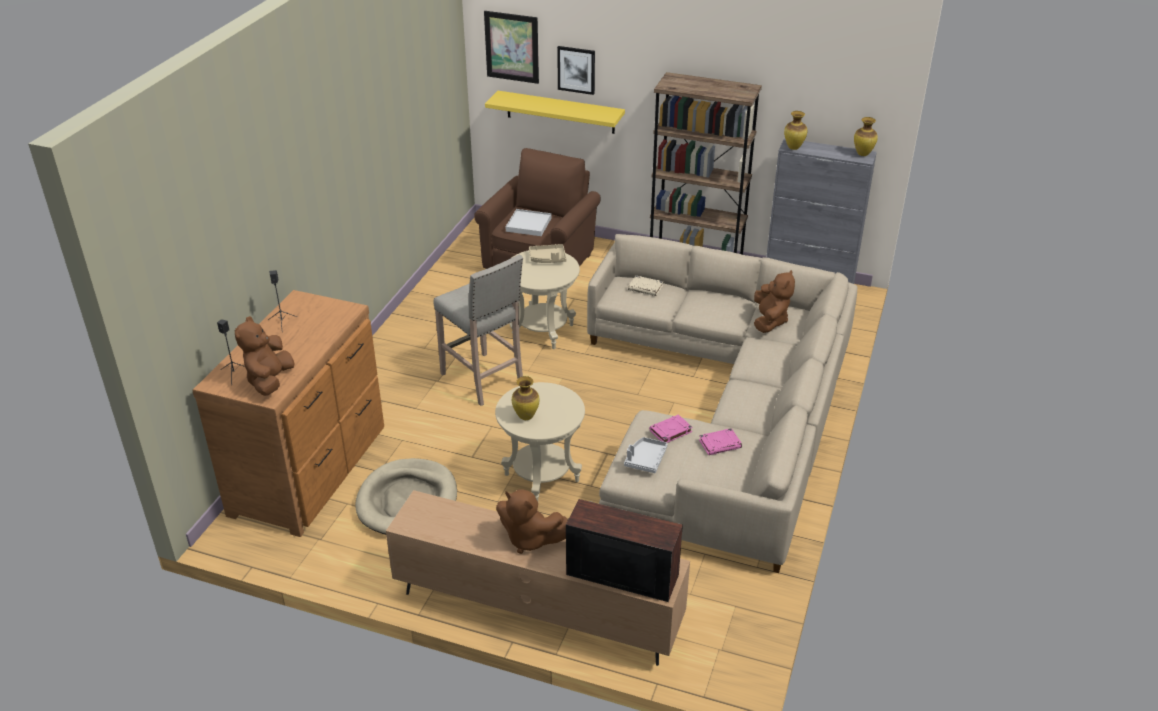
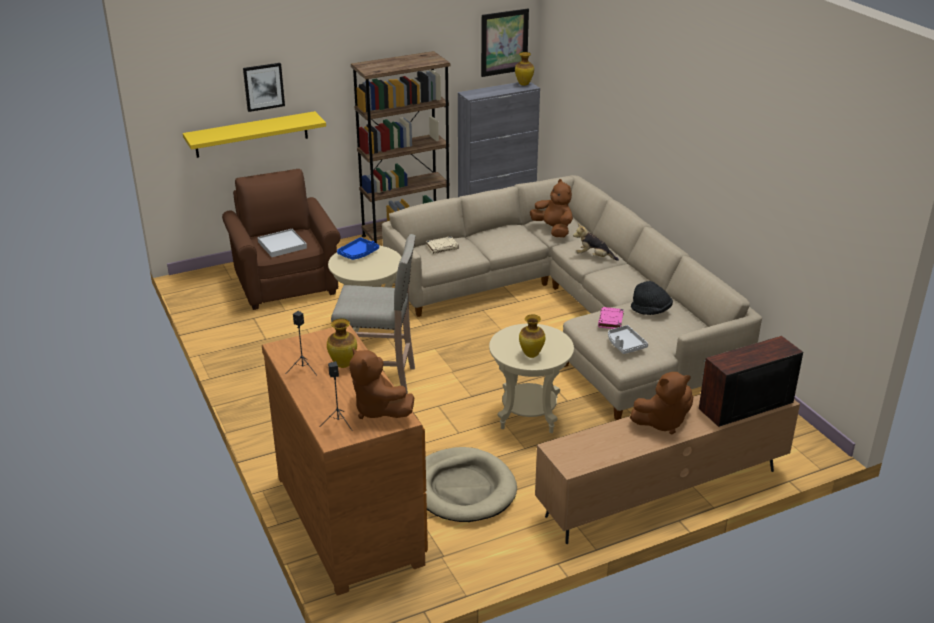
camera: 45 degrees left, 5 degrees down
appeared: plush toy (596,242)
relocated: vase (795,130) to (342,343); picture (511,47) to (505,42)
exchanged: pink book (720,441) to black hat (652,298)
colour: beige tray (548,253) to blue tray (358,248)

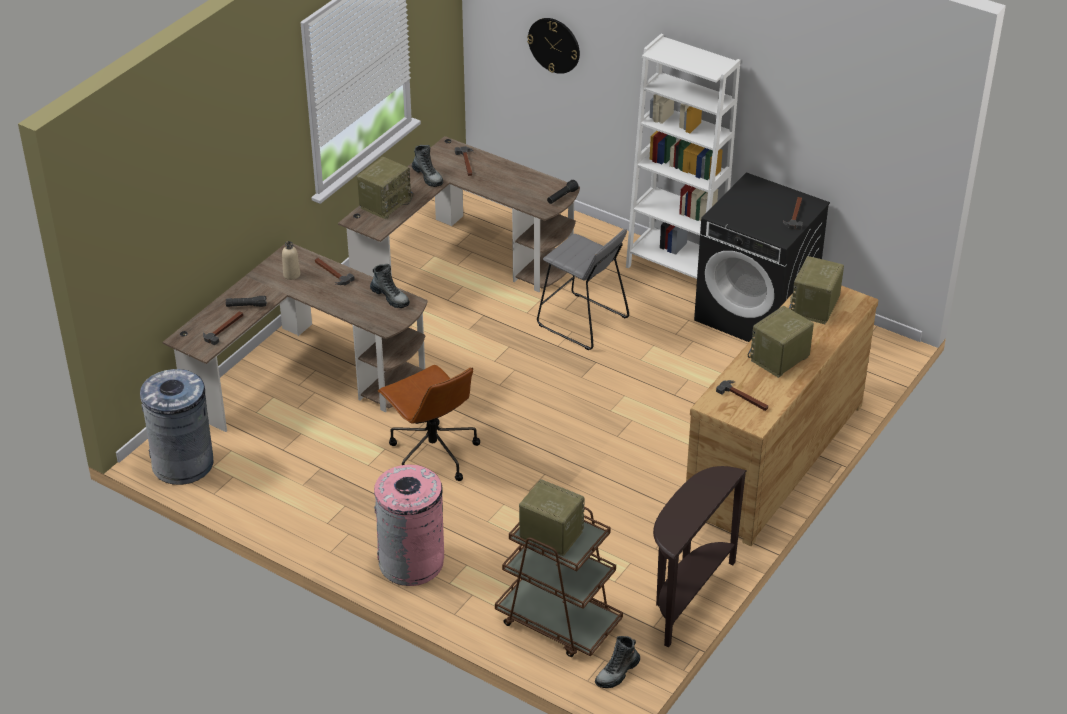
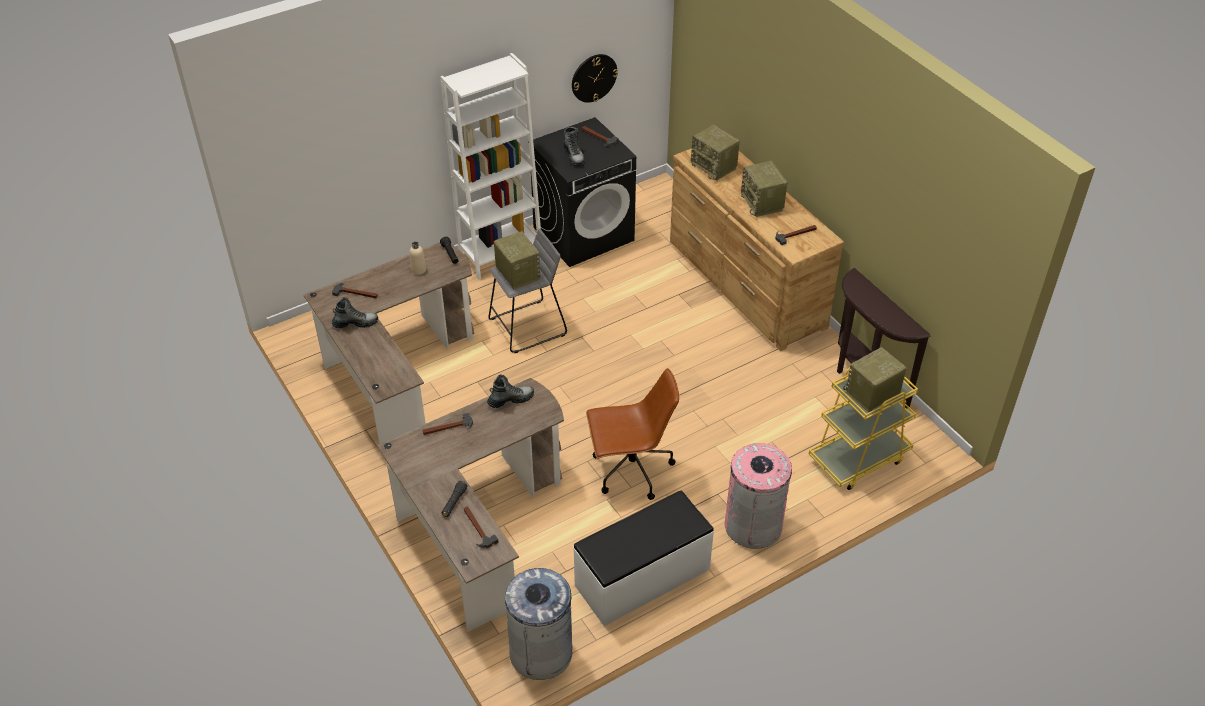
camera: 65 degrees left, 5 degrees up
appeared: white bench (643,558)
relocated: beige bottle (291,260) to (417,258); radio (385,188) to (517,260); boot (617,662) to (574,146); wall clock (553,46) to (595,78)
colour: brown cart (559,582) to yellow cart (863,428)

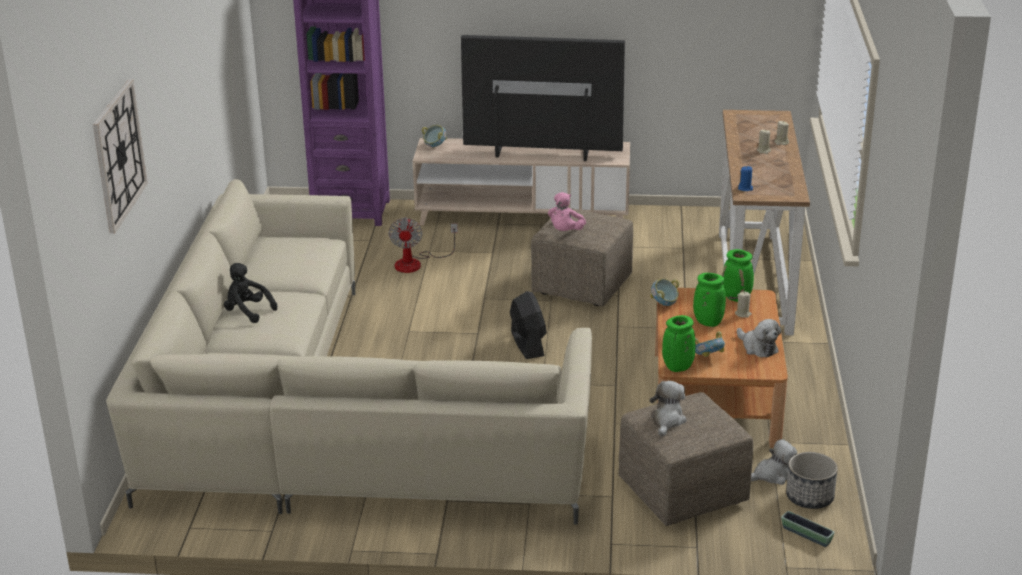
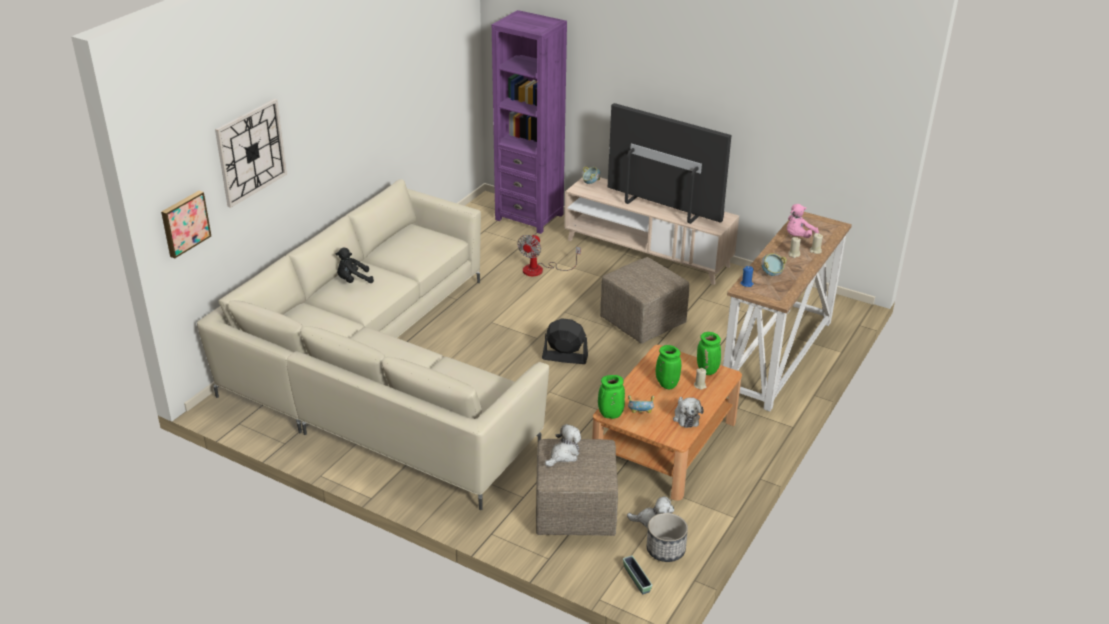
camera: 25 degrees right, 5 degrees up
appeared: picture (186,224)
relocated: bowl (665,292) to (774,264); pink plush toy (567,211) to (803,221)
spun: black plush toy (250,293) = (354,265) 75 degrees counterclockwise; black fan (528,325) = (565,341) 90 degrees counterclockwise

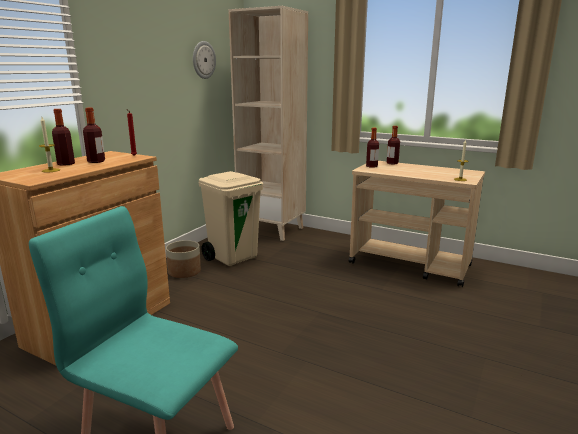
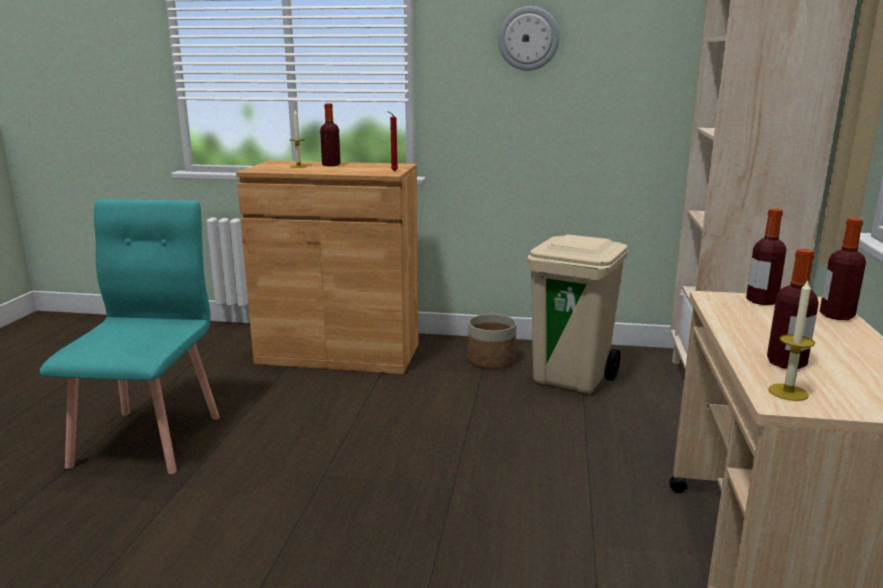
camera: 70 degrees right, 0 degrees up
relocated: wall clock (204,60) to (528,38); bottle (94,135) to (793,309)

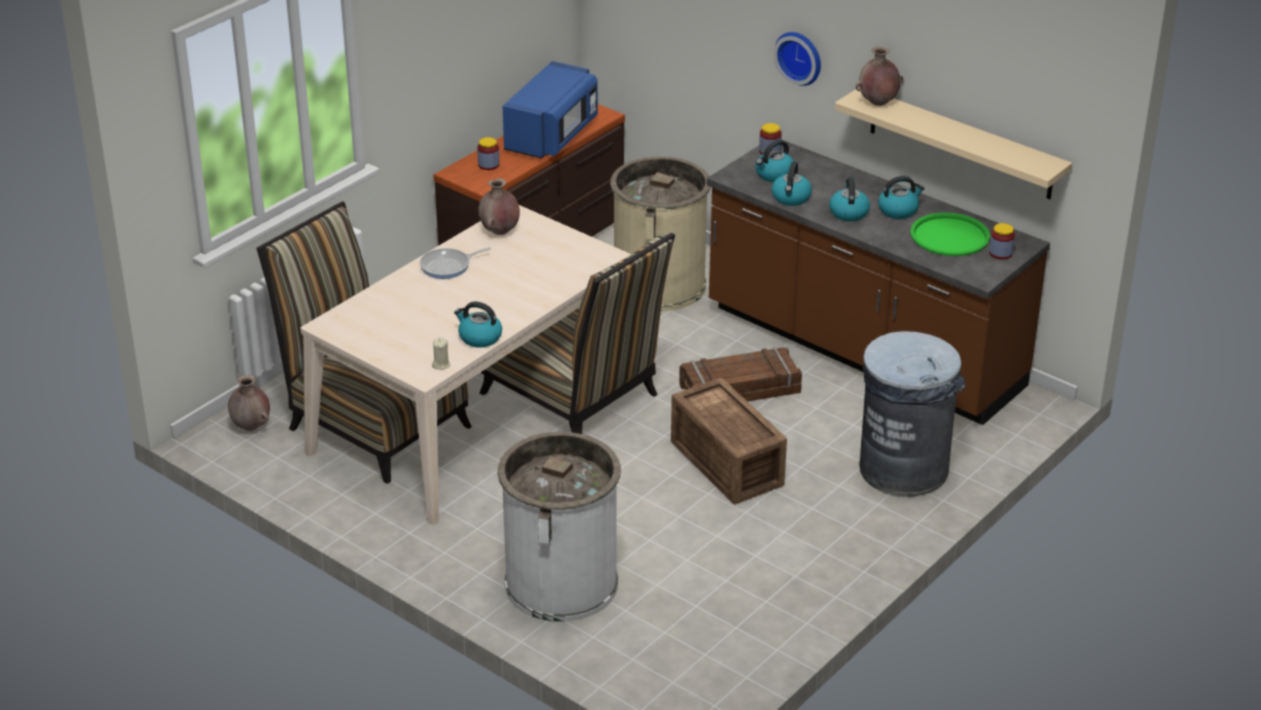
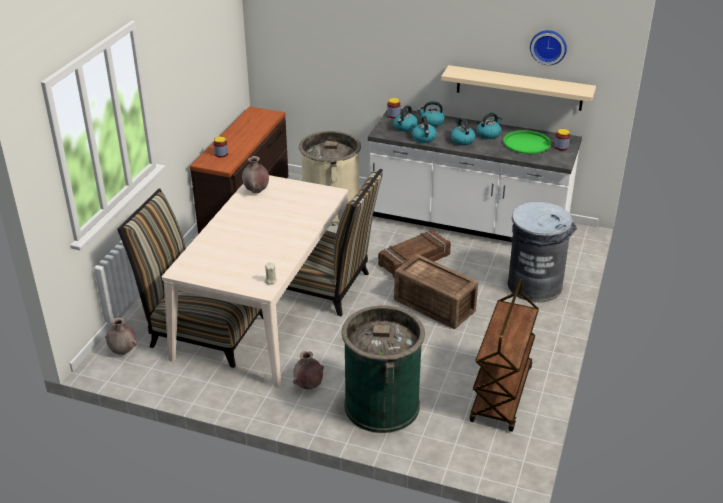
camera: 20 degrees left, 0 degrees up
missing: frying pan (455,263); blue microwave (550,110)
appeared: brown cart (504,355)
relocated: brown vase (880,76) to (308,370); kettle (478,324) to (431,114); wall clock (797,59) to (548,47)
colour: white trash can (559,527) to green trash can (383,369); brown counter (878,282) to white counter (475,175)

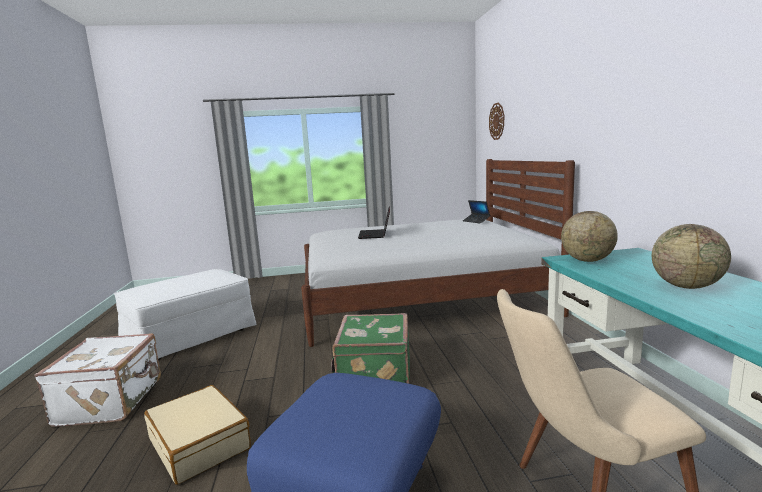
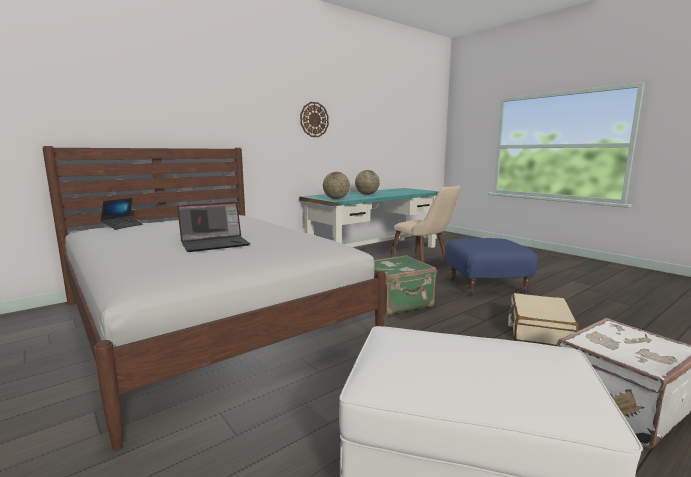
camera: 120 degrees left, 0 degrees up
relocated: wall clock (496,121) to (314,119)

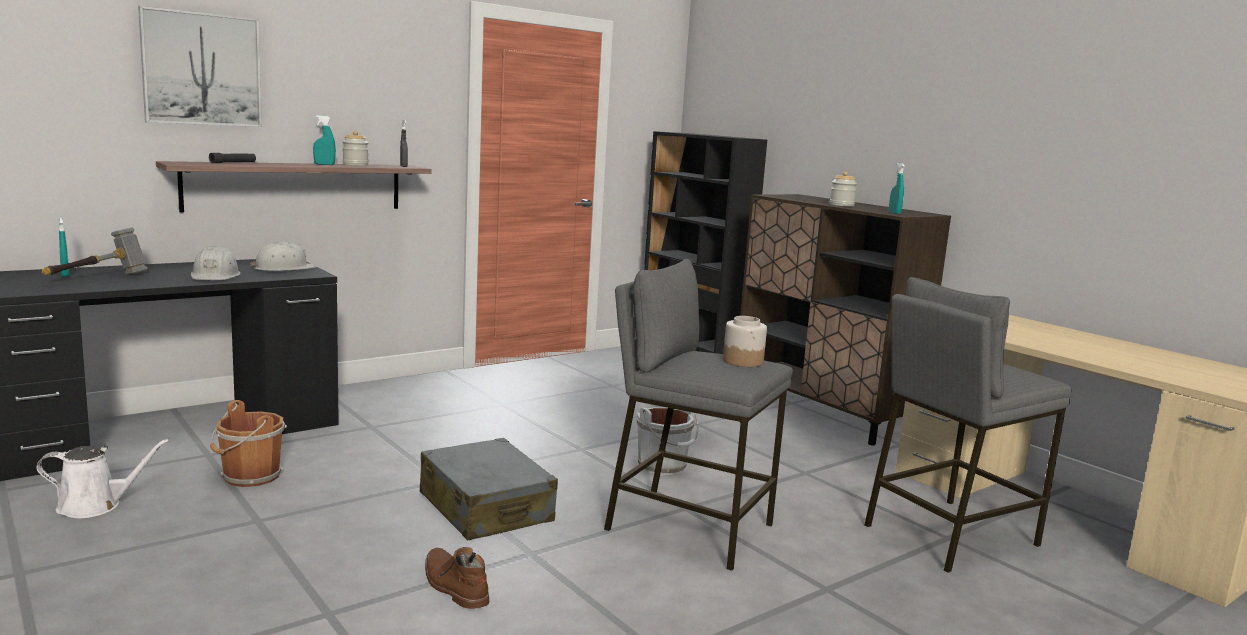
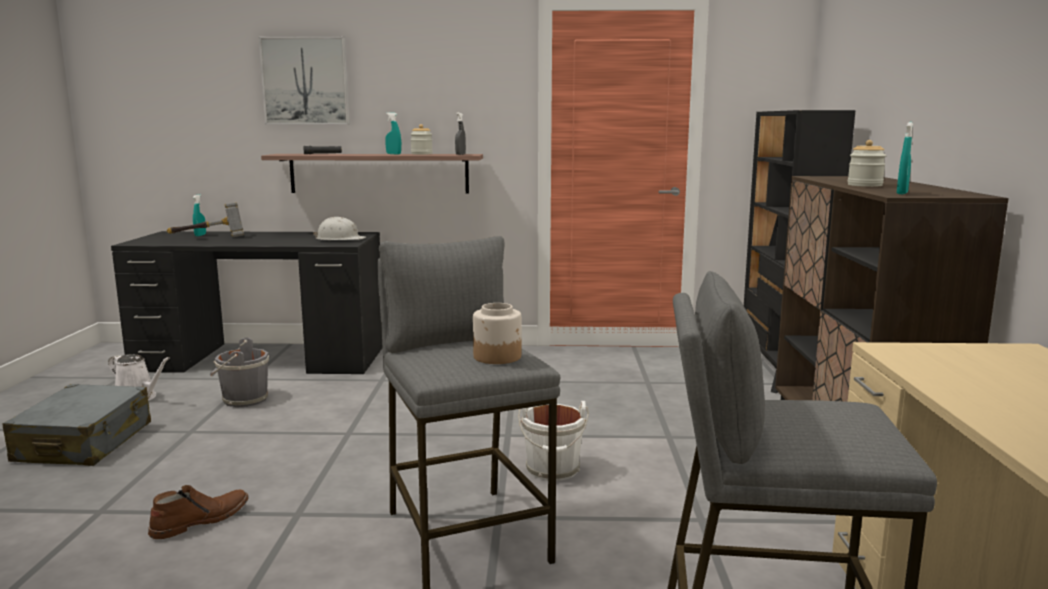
camera: 40 degrees right, 0 degrees up
missing: white hard hat (215,263)
relocated: grey suitcase (489,489) to (77,425)
colour: brown bucket (248,443) to grey bucket (239,372)
spun: brown boot (457,578) = (198,512) 45 degrees clockwise

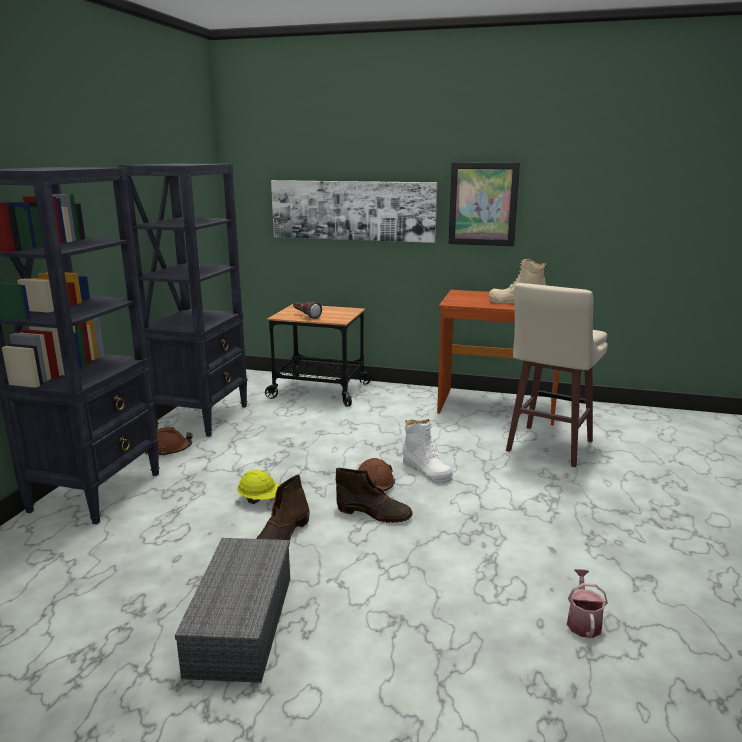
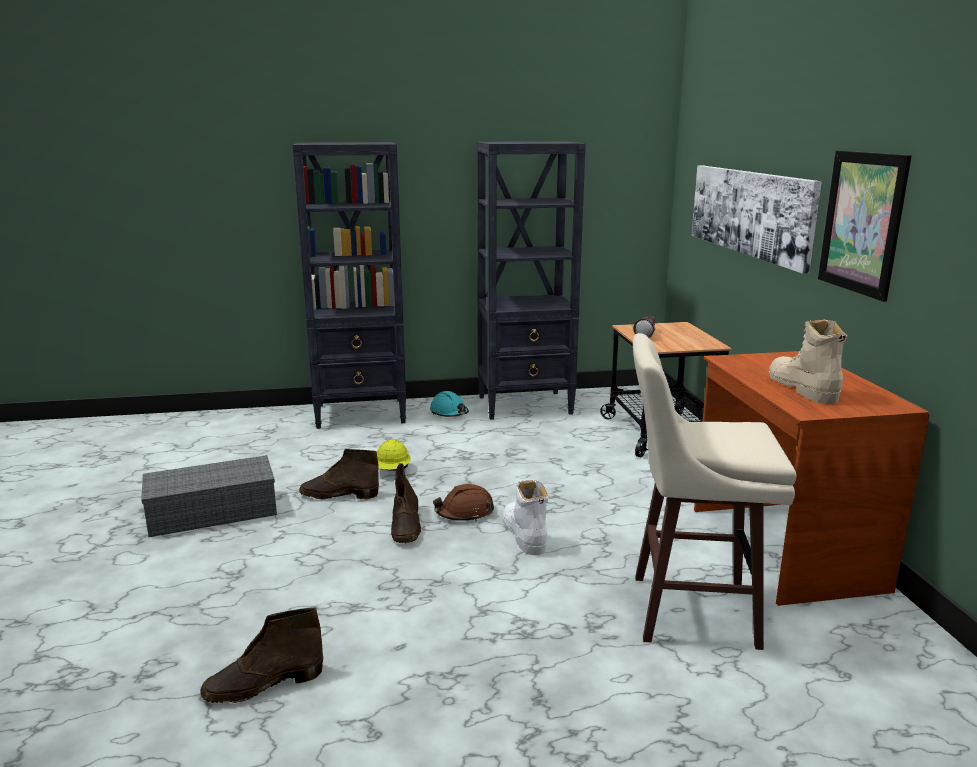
camera: 65 degrees right, 0 degrees up
exchanged: watering can (587,603) to brown boot (261,655)
colour: brown hard hat (169,442) to turquoise hard hat (449,404)
spun: white boot (428,451) = (525,517) 135 degrees clockwise

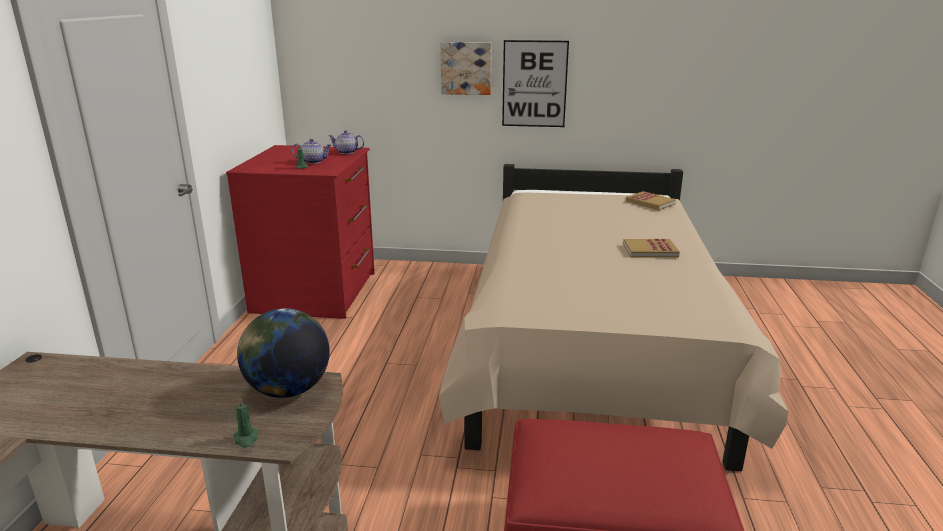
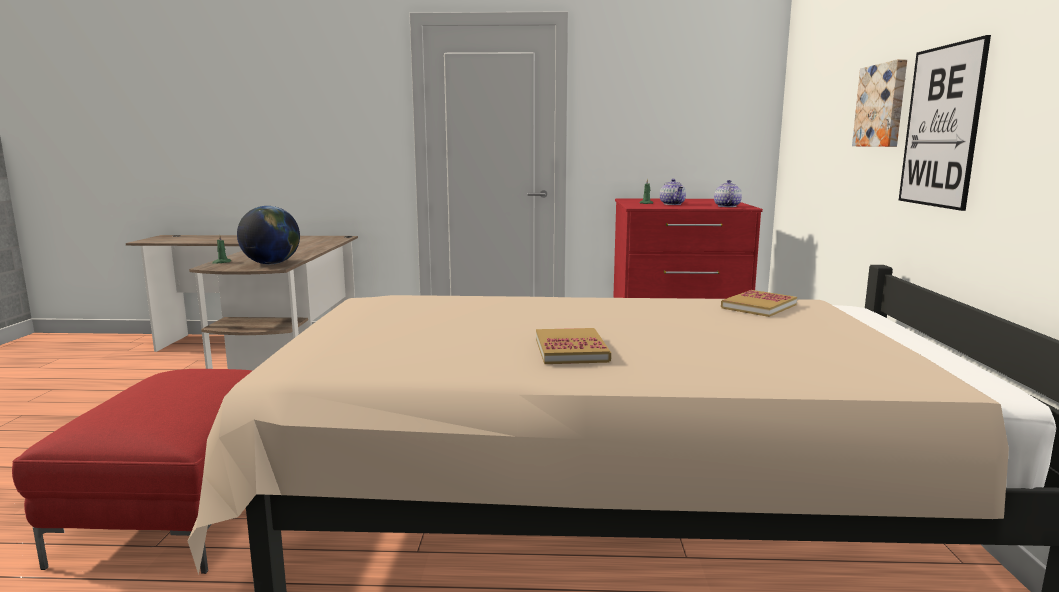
camera: 85 degrees right, 10 degrees down
relocated: book (651,200) to (759,303)

